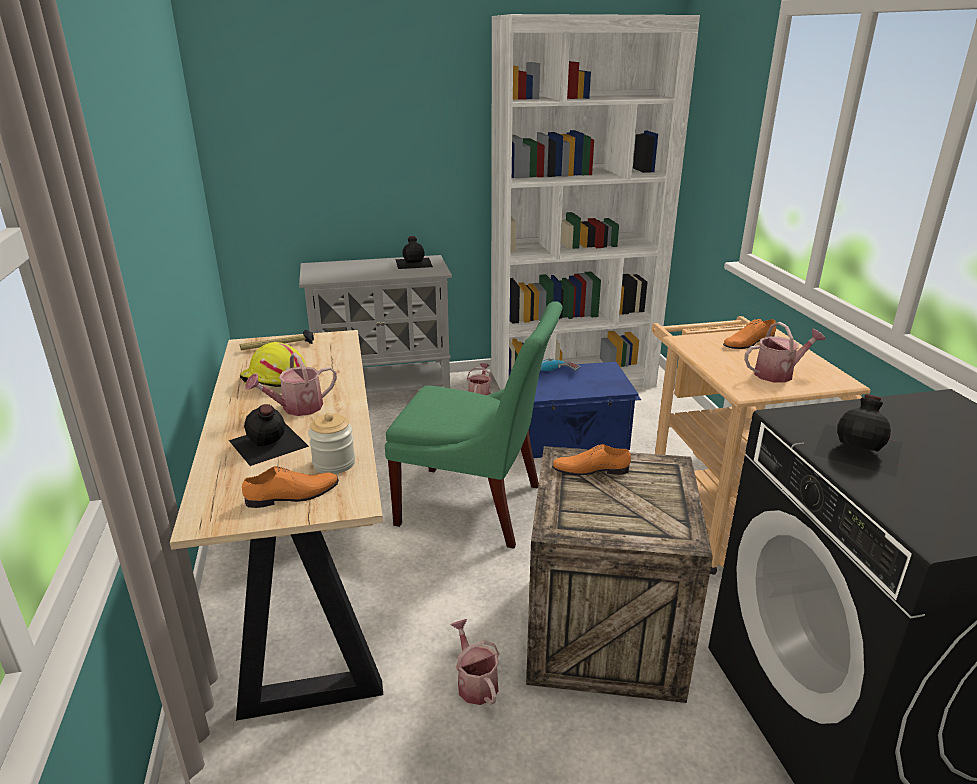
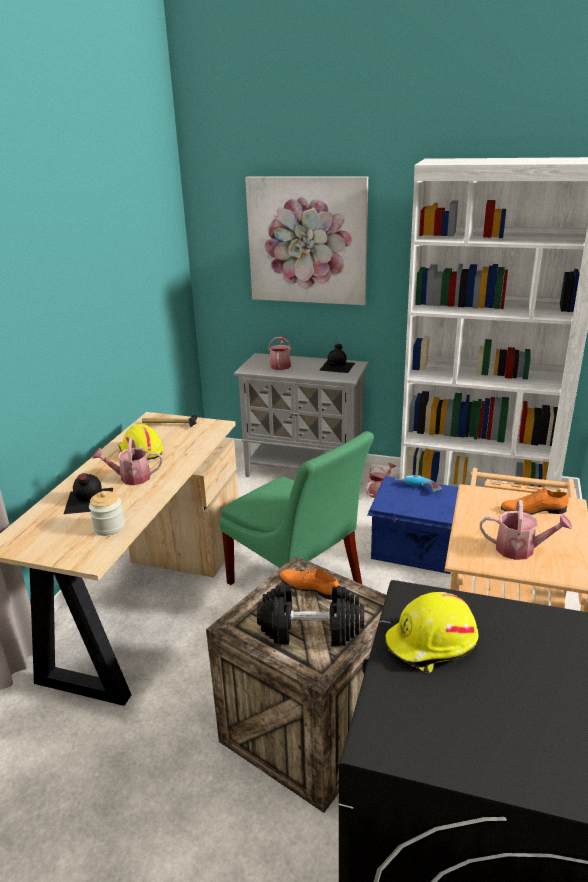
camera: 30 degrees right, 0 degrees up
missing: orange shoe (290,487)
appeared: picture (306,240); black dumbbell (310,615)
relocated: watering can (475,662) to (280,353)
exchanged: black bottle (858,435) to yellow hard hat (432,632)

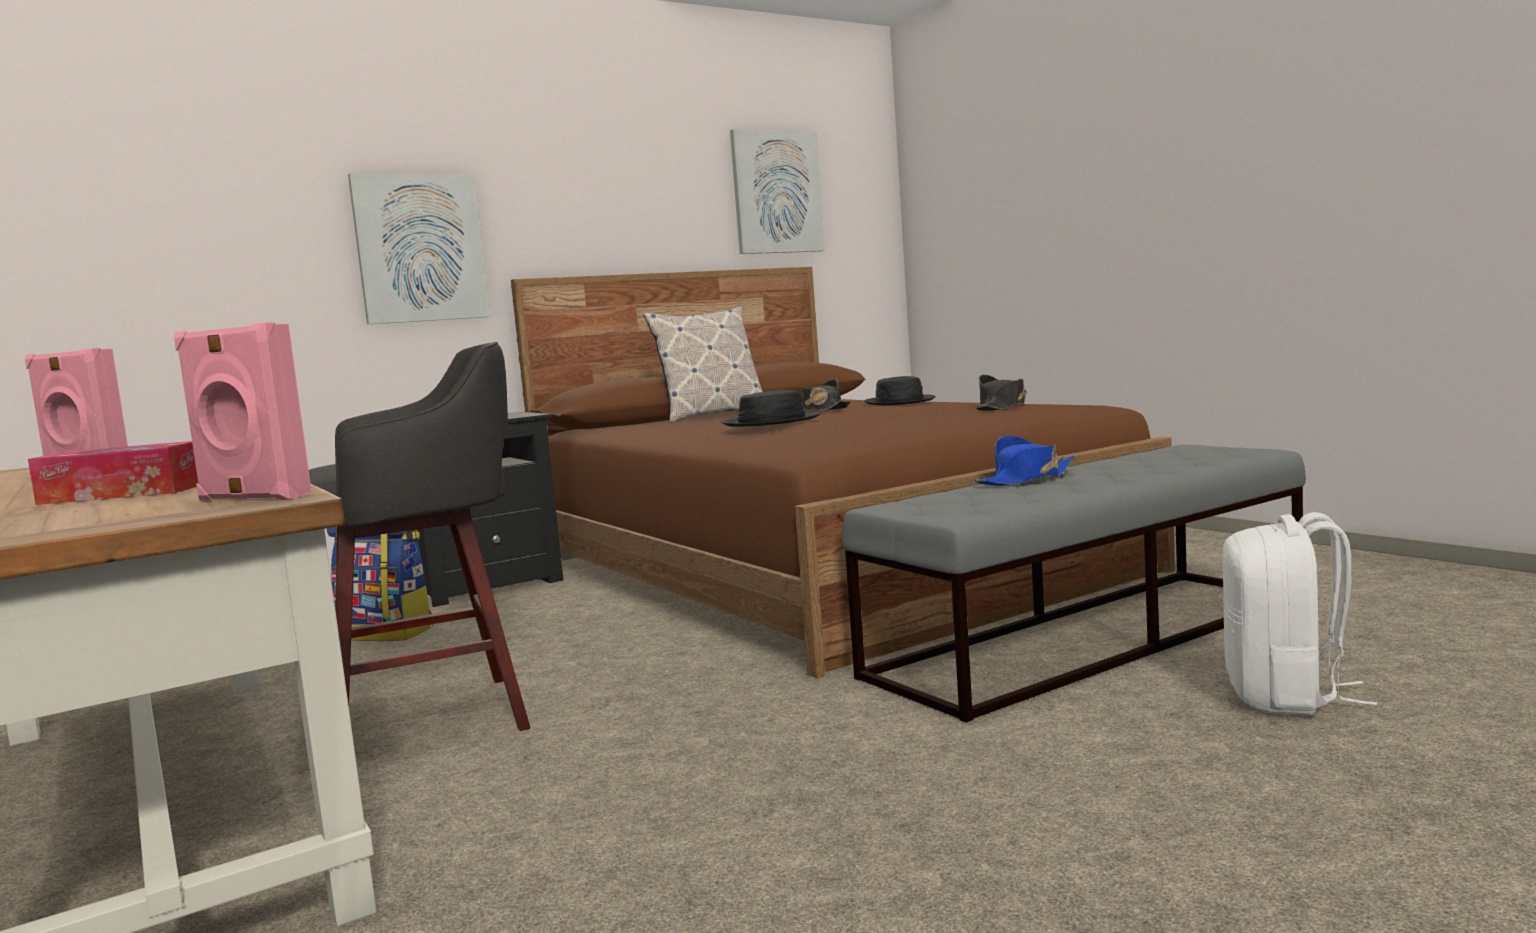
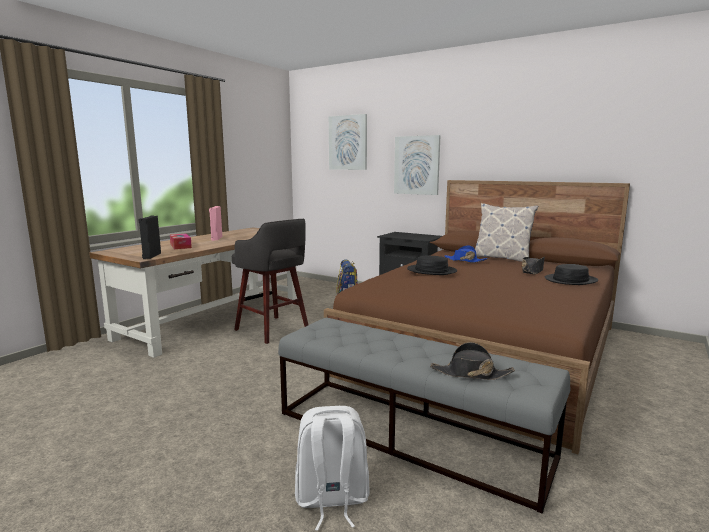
camera: 65 degrees right, 5 degrees up
relocated: picture (777,191) to (348,142); black hat (1000,393) to (472,361); blue hat (1024,461) to (465,254)
colour: pink speaker (243,411) to black speaker (150,237)

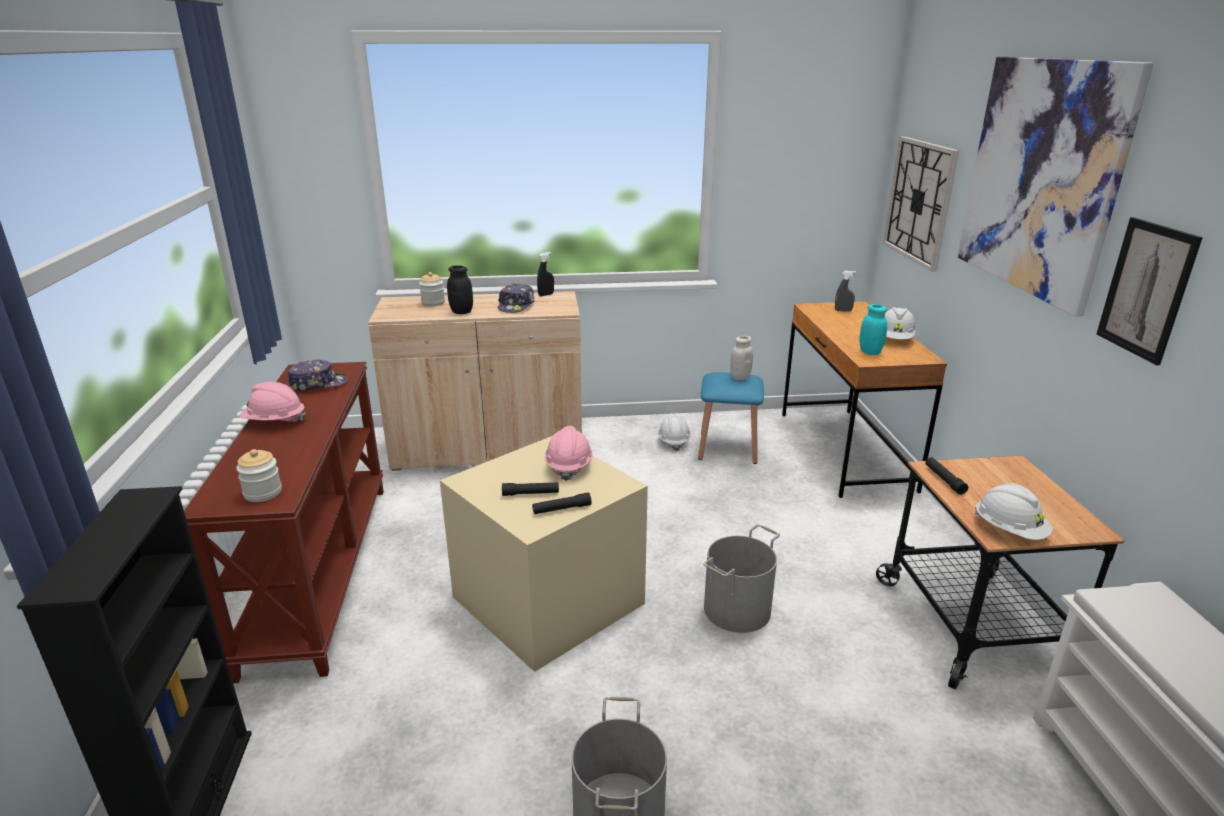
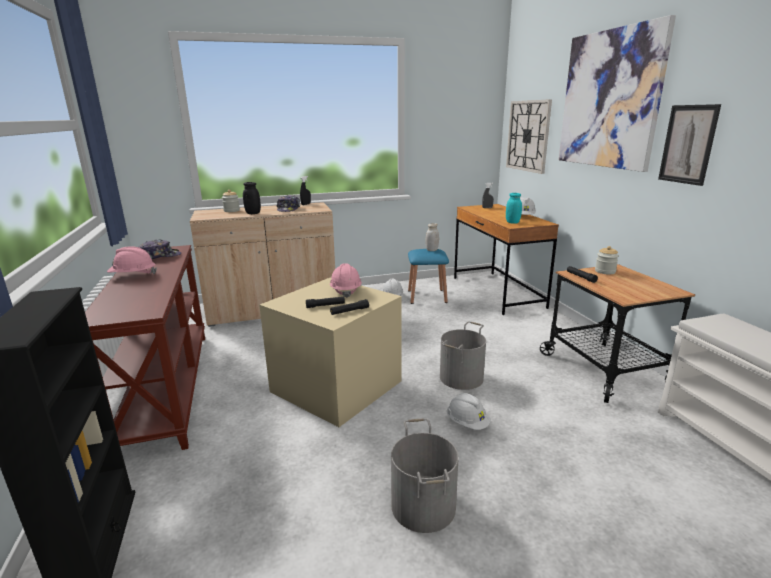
camera: 10 degrees left, 5 degrees down
relocated: white hard hat (1014,511) to (469,411); jar (259,475) to (607,260)

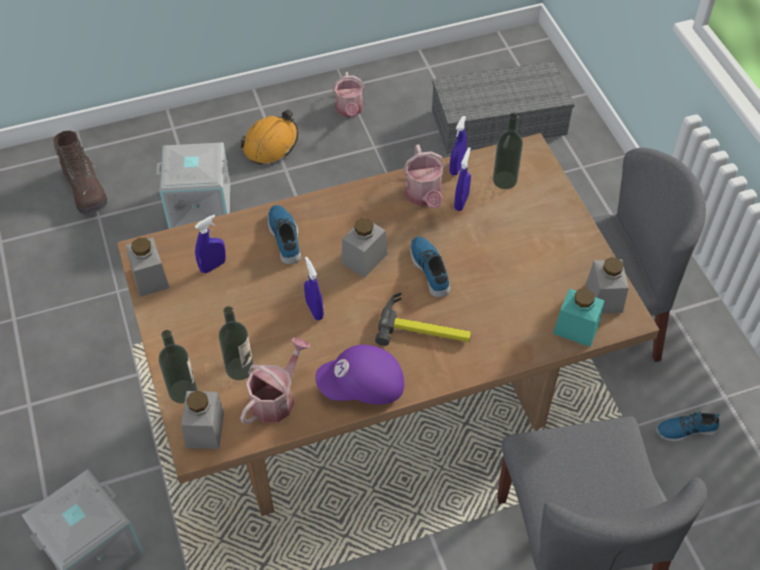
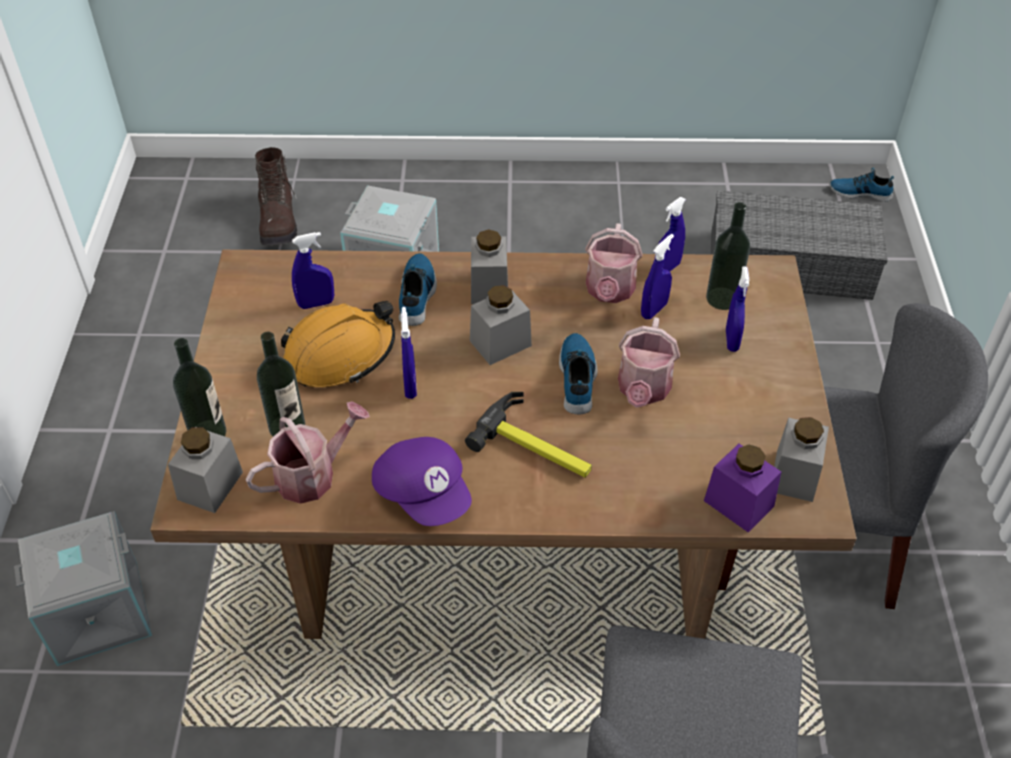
camera: 20 degrees right, 5 degrees down
appeared: blue spray bottle (737,309)
relocated: orange hard hat (269,137) to (338,344); grey jar (148,267) to (489,266); watering can (348,94) to (649,362); shoe (688,426) to (861,185)
colour: turquoise jar (579,317) to purple jar (742,488)
spun: purple cap (359,375) = (422,481) 135 degrees counterclockwise

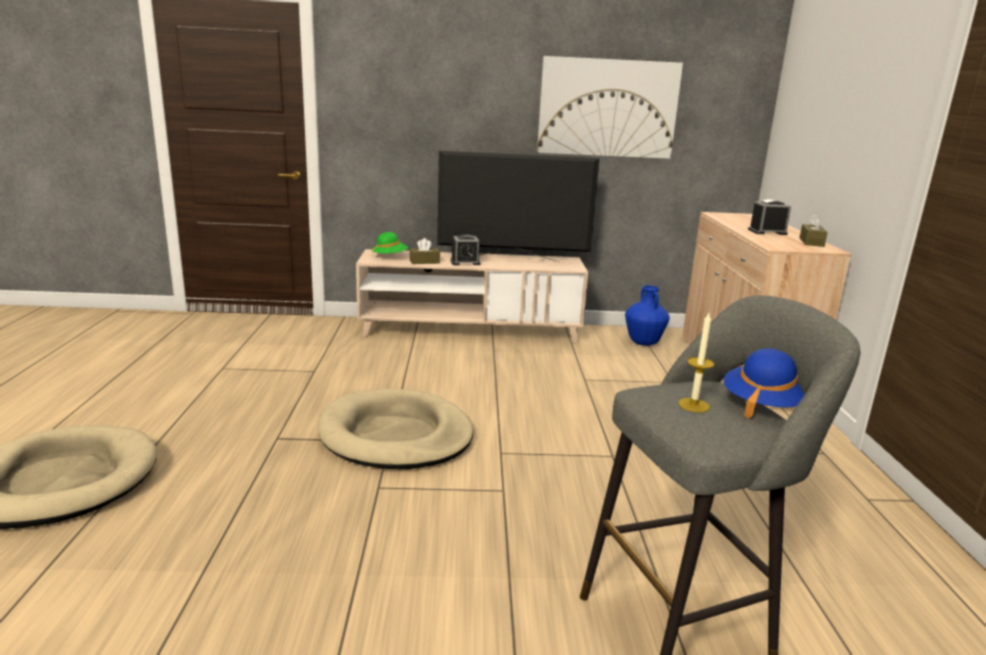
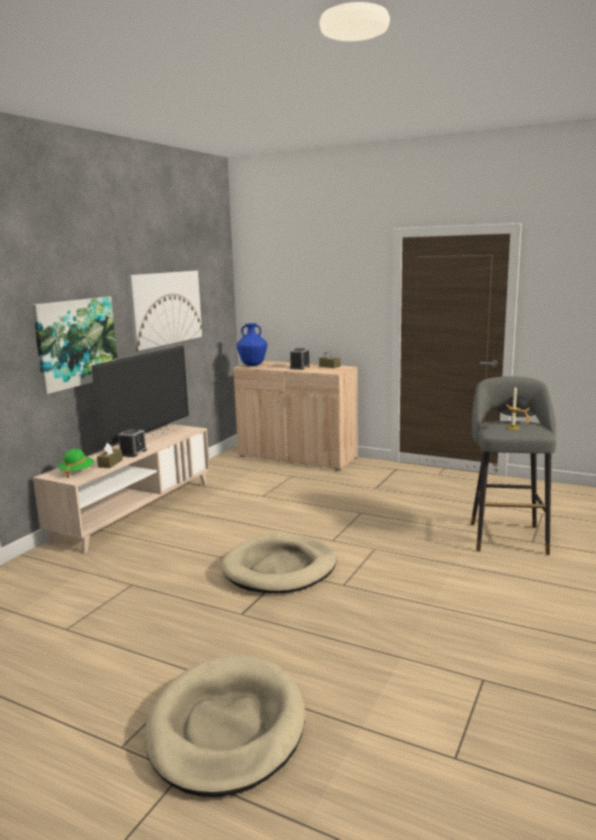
camera: 60 degrees left, 5 degrees down
appeared: picture (74,345)
relocated: blue vase (647,315) to (251,344)
colour: blue hat (764,383) to black hat (516,410)

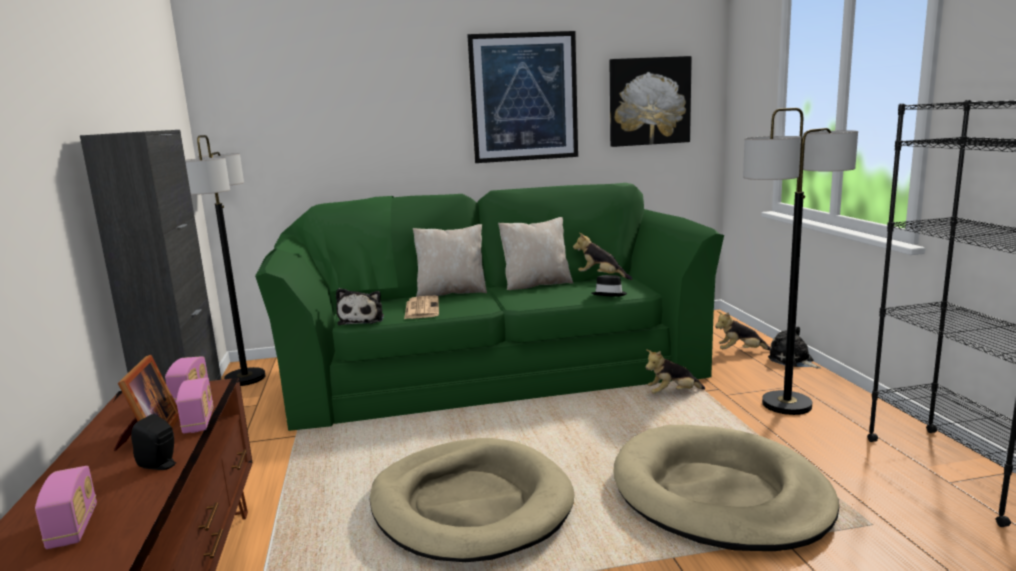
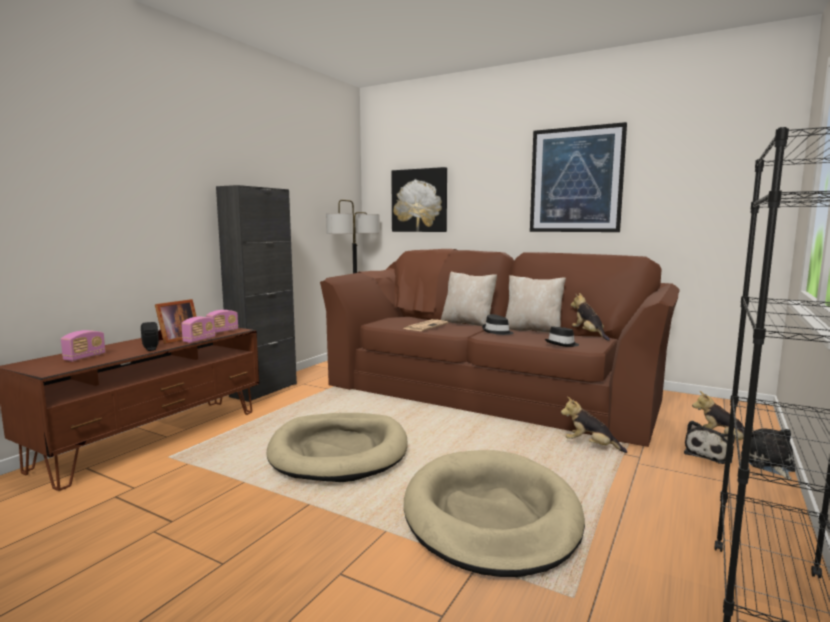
camera: 40 degrees right, 5 degrees down
missing: floor lamp (800,261)
appeared: black hat (497,324)
relocated: picture (651,101) to (419,199); plush toy (360,306) to (709,442)
colour: green sofa (489,307) to brown sofa (500,348)

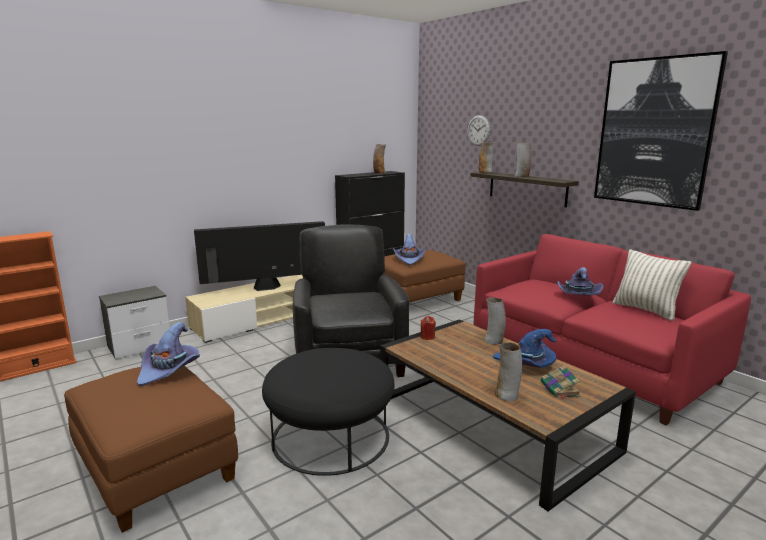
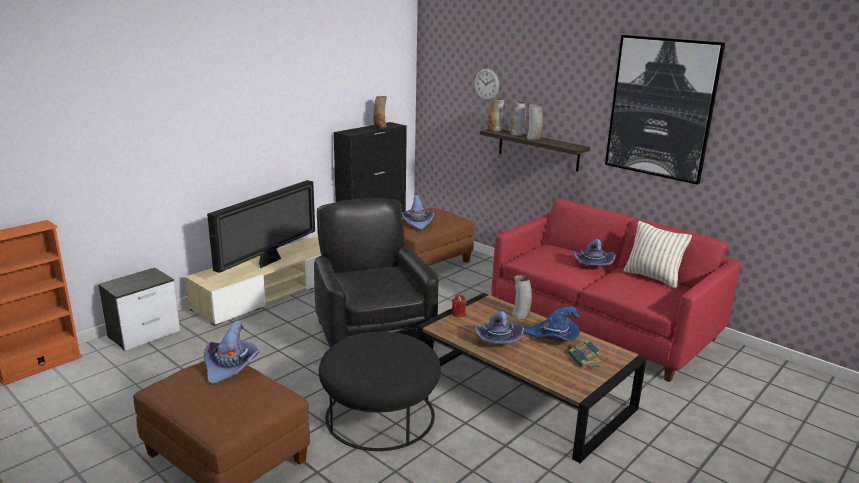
camera: 10 degrees left, 5 degrees up
appeared: purple hat (499,327)
relocated: vase (508,372) to (518,119)
spun: television (259,256) = (261,226) 150 degrees clockwise

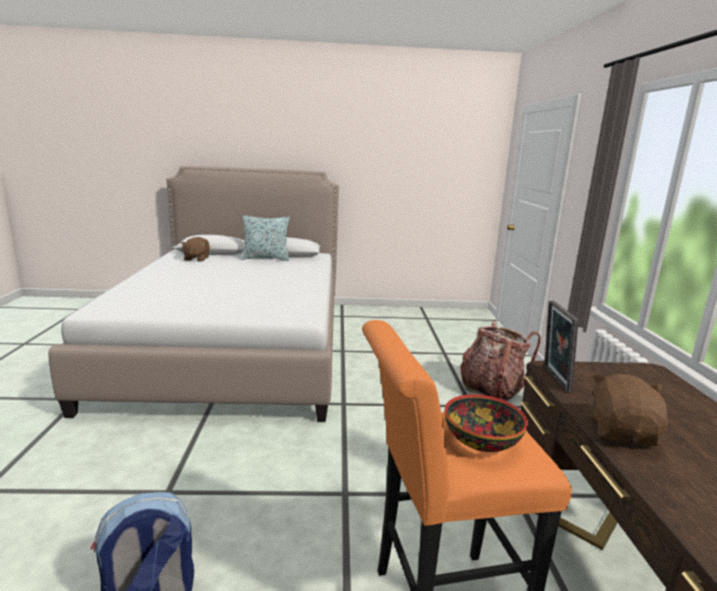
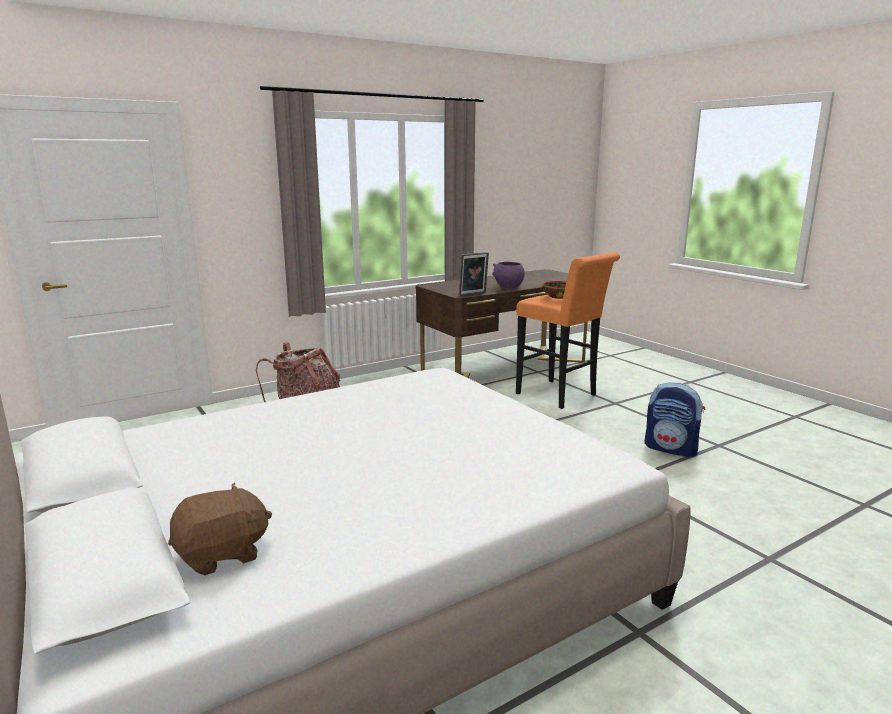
camera: 120 degrees left, 0 degrees up
missing: pillow (266,238)
exchanged: brown plush toy (630,410) to purple bowl (508,275)

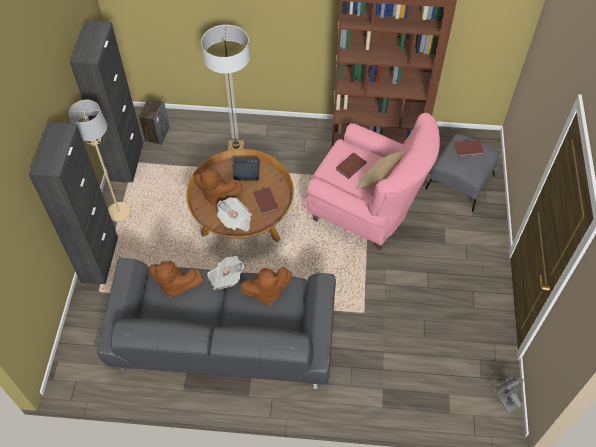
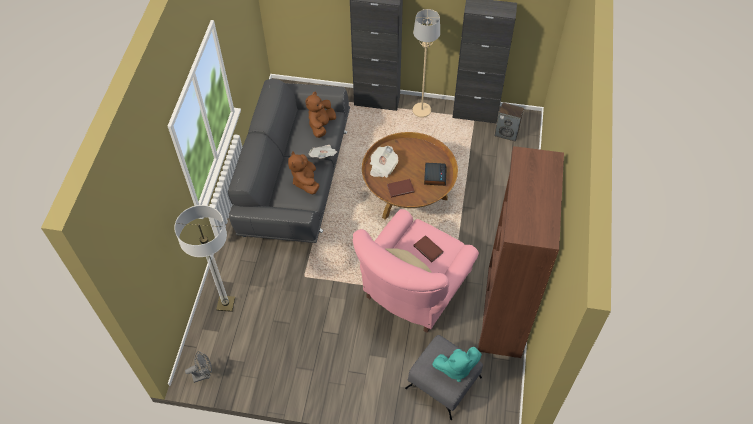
camera: 95 degrees right, 0 degrees up
missing: brown plush toy (218,187)
relocated: floor lamp (225,87) to (204,258)
exchanged: brown book (469,148) to turquoise plush toy (457,364)

